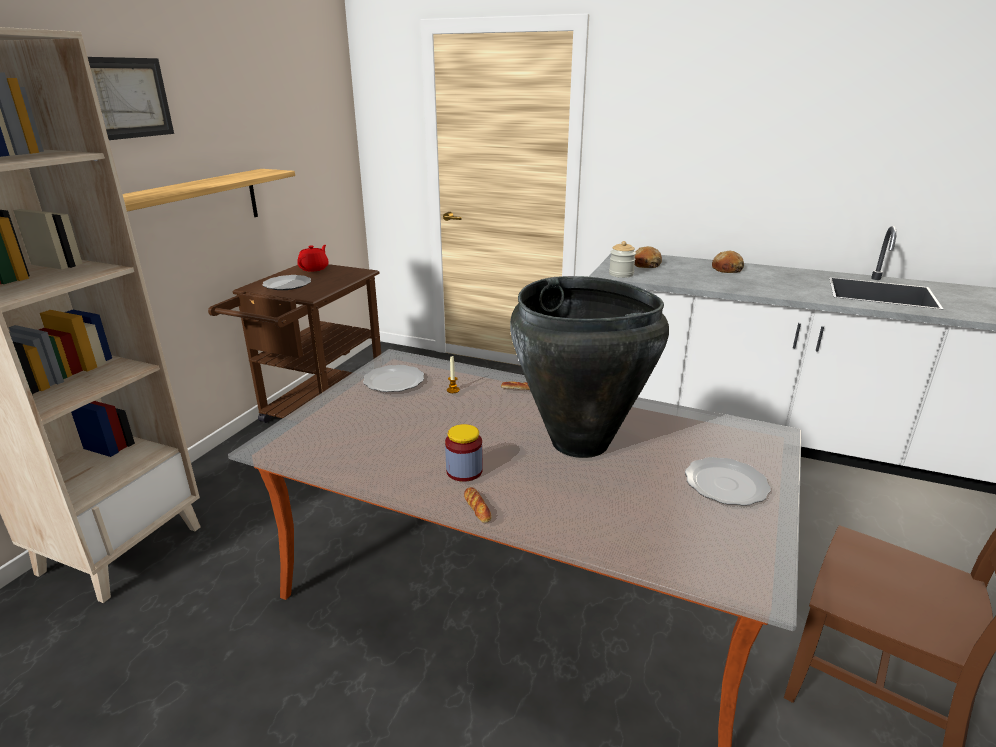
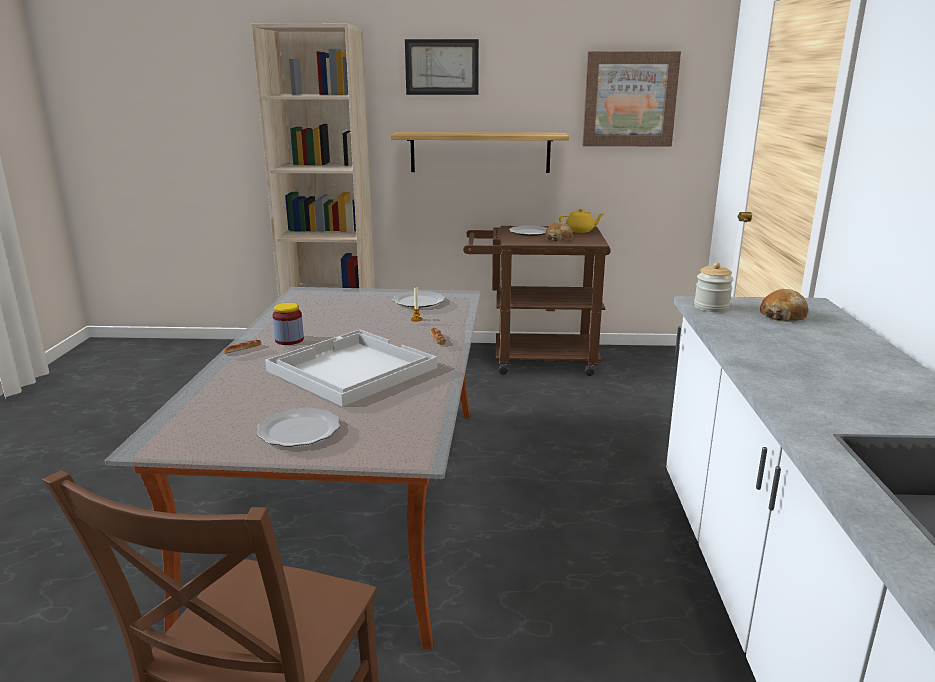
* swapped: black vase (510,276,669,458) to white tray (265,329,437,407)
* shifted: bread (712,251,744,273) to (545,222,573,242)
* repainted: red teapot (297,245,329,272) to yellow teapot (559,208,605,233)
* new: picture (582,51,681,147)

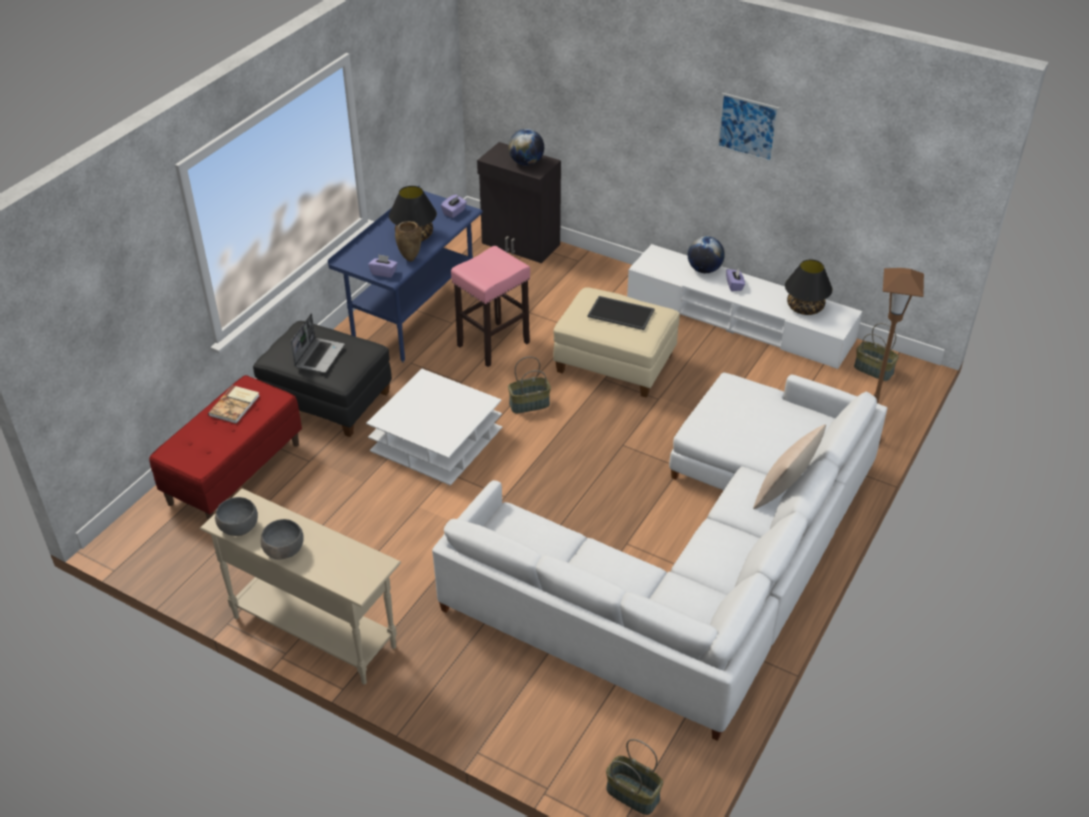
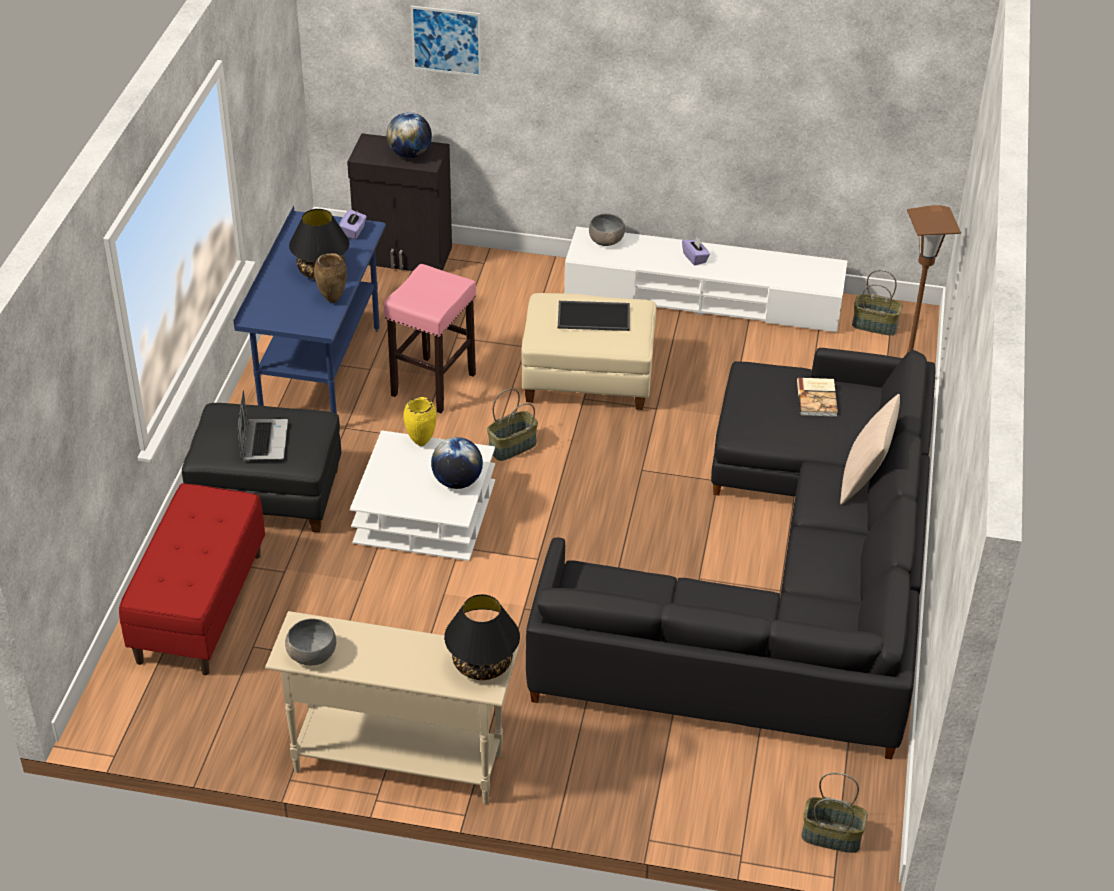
* new: yellow vase (403,397,437,446)
* shifted: picture (717,93,780,163) to (410,6,481,77)
* shifted: globe (688,236,725,273) to (431,437,483,489)
* shifted: black table lamp (785,260,833,315) to (444,594,520,680)
* repainted: white sofa (432,372,887,741) to black sofa (526,348,935,760)
* shifted: grey bowl (261,519,304,560) to (589,214,625,246)
* shifted: book (208,385,259,424) to (797,378,838,417)
* gone: purple tissue box (368,254,398,278)

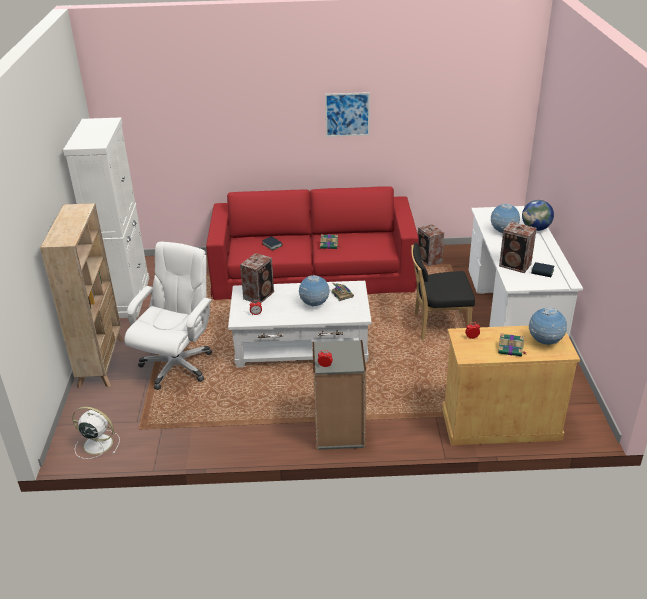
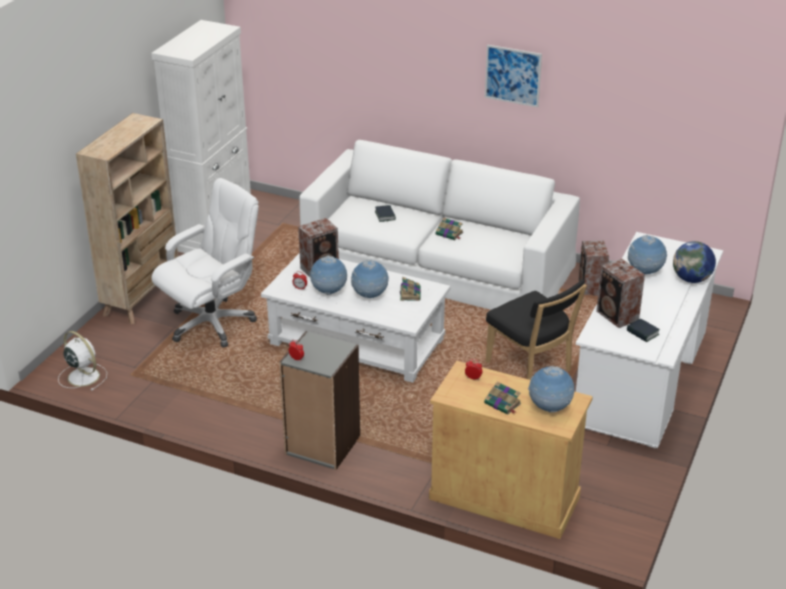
* repainted: red sofa (206,187,419,300) to white sofa (299,140,580,310)
* new: globe (310,256,347,295)
* rotated: black chair (411,242,475,340) = (486,279,587,380) 150 degrees counterclockwise

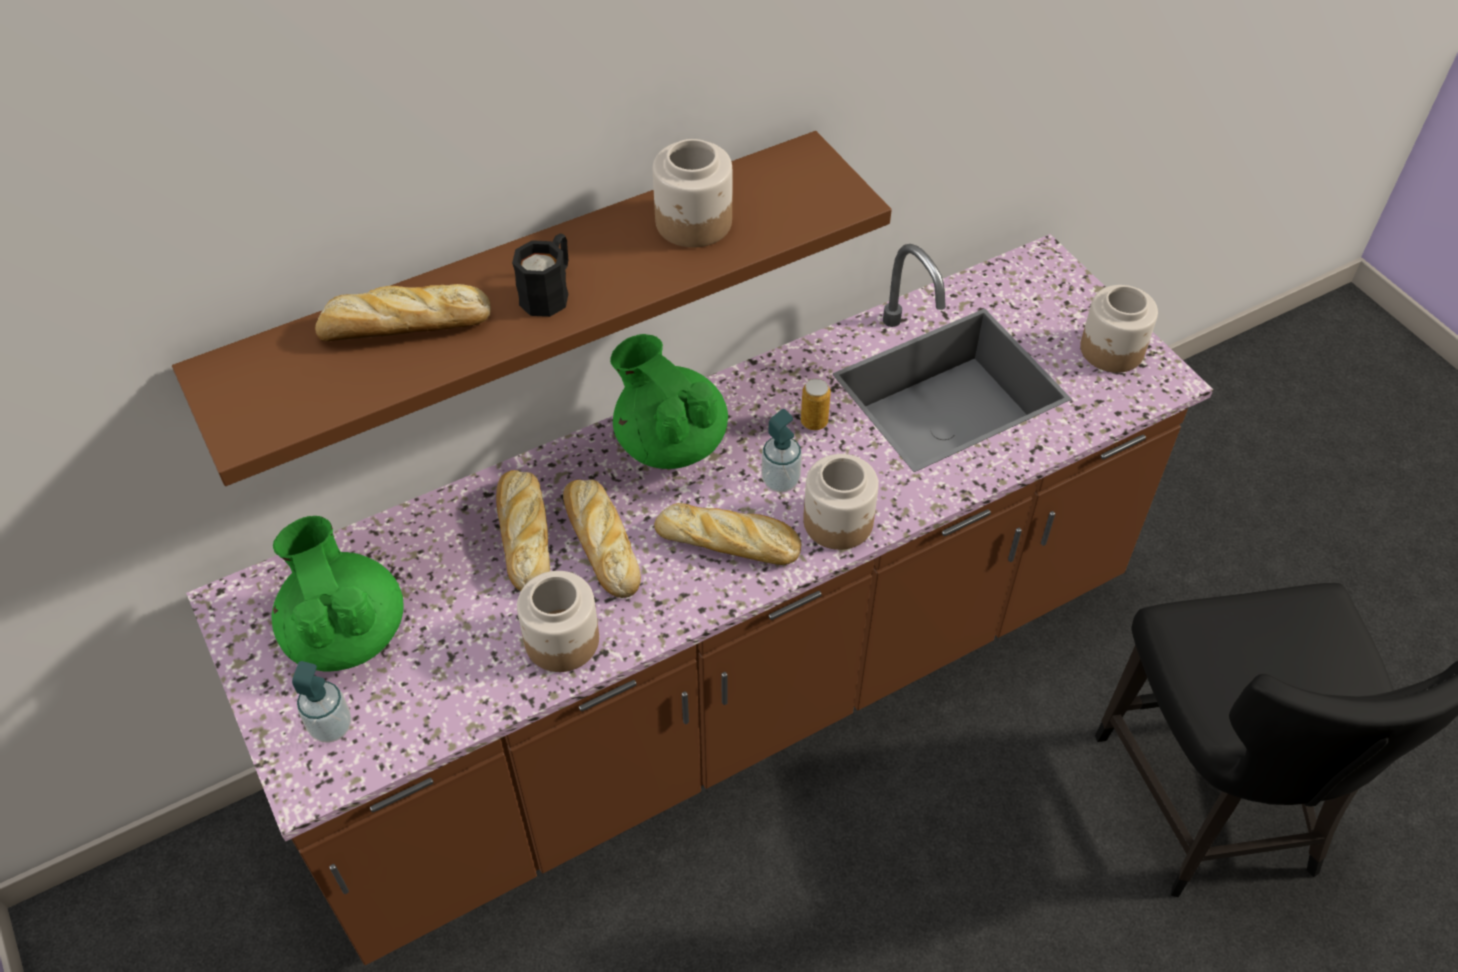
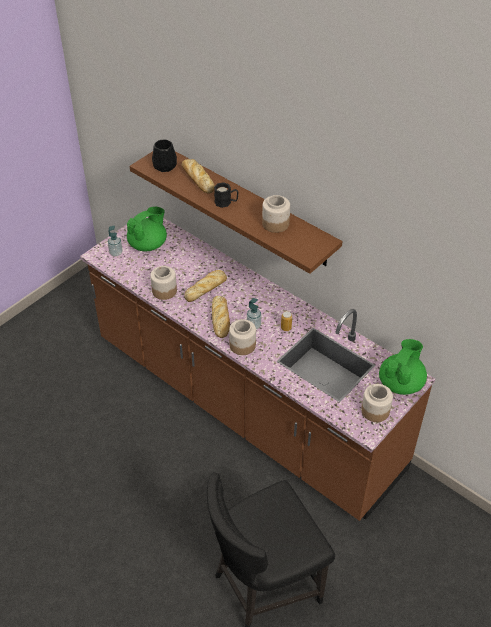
* new: black vase (152,140,177,172)
* shifted: green teapot (610,334,728,469) to (379,339,427,395)
* gone: bread (496,470,550,591)

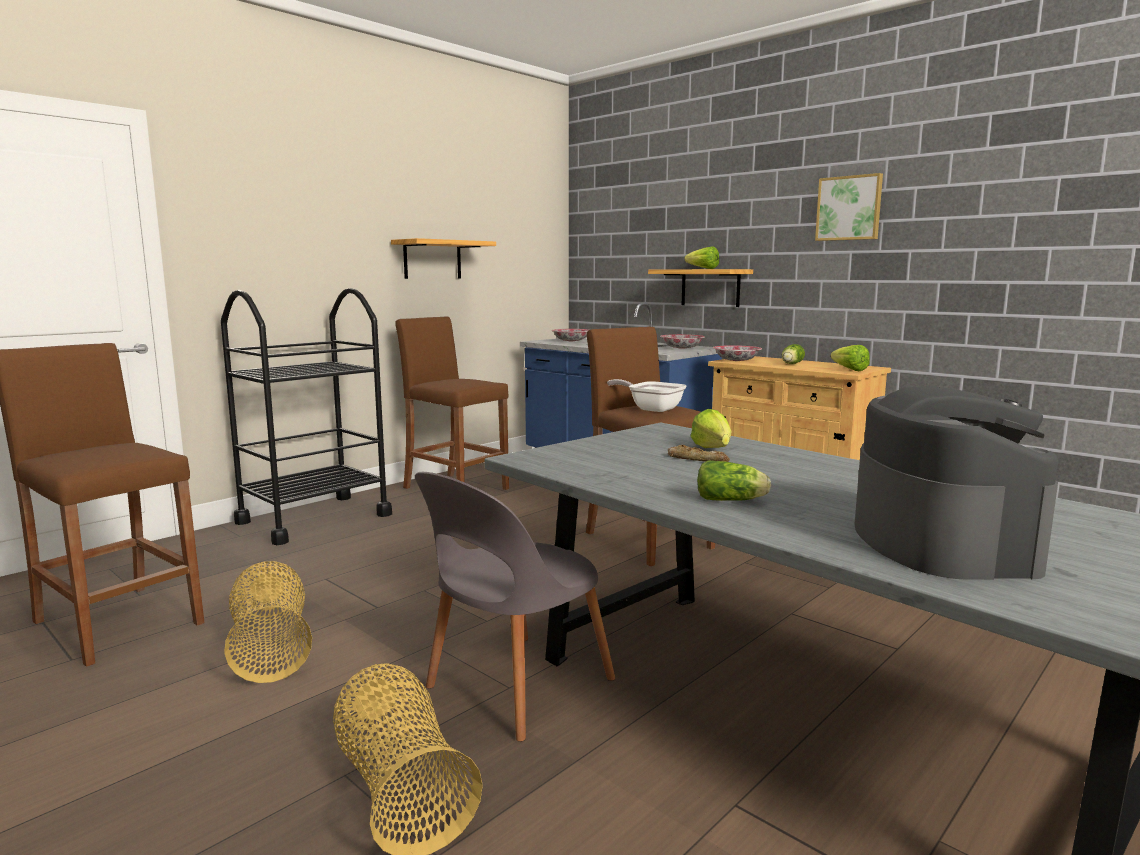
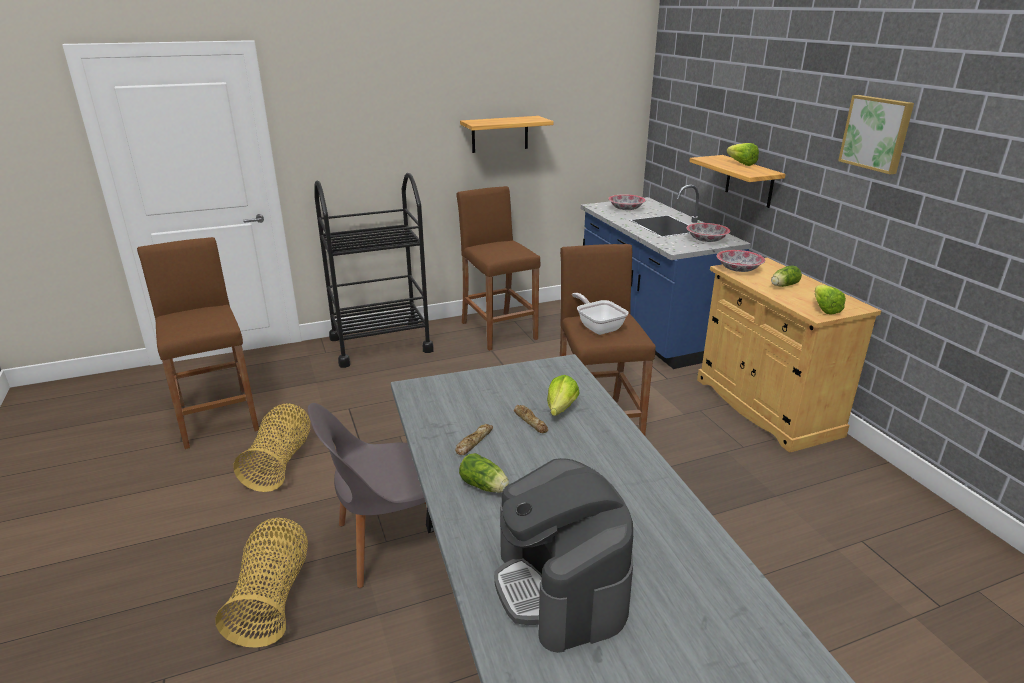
* new: bread (455,424,493,455)
* rotated: coffee machine (854,386,1058,580) = (494,458,633,653) 135 degrees clockwise

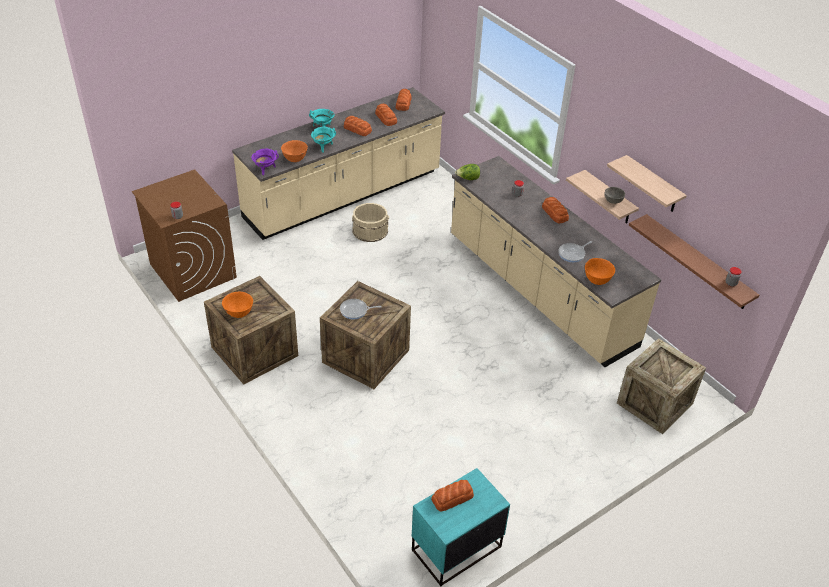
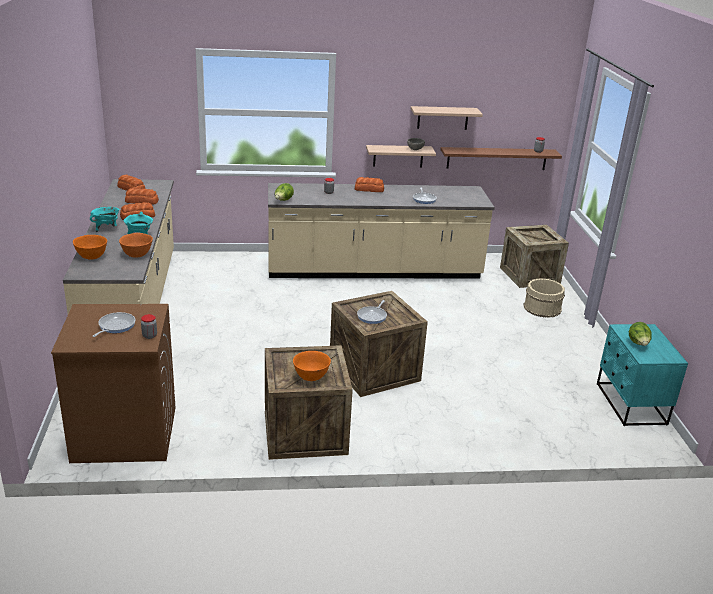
* shifted: orange bowl (585,258,615,285) to (73,235,107,260)
* new: frying pan (93,312,136,337)
* shifted: beige bucket (352,203,389,242) to (523,278,565,318)
* swapped: bread (431,479,474,511) to lettuce (629,322,652,346)
* gone: purple cooking pot (251,149,279,176)

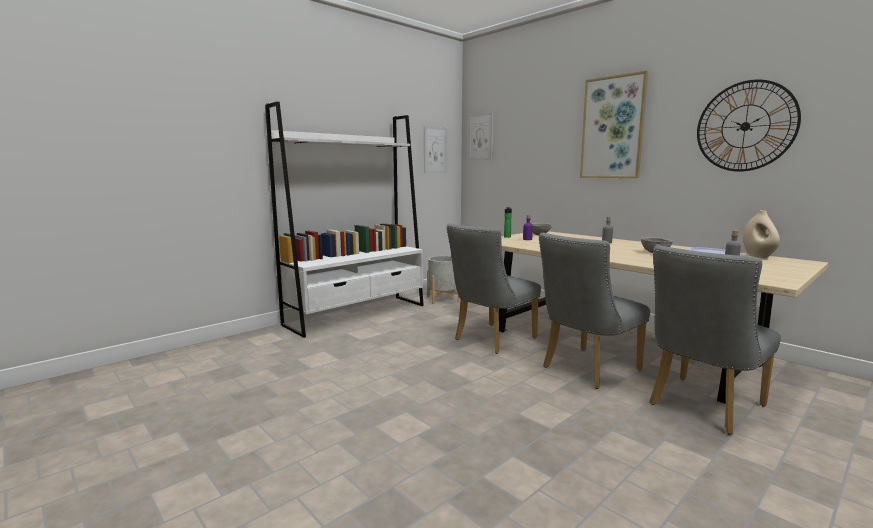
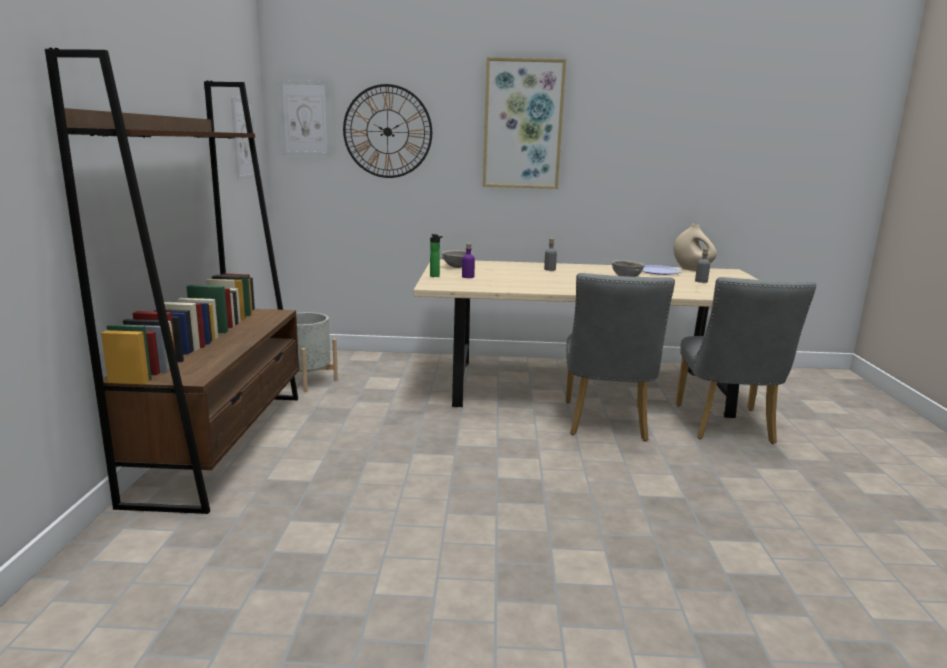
* repainted: white bookcase (265,102,424,338) to brown bookcase (45,48,299,514)
* shifted: wall clock (697,79,801,172) to (343,84,432,178)
* gone: grey chair (447,224,541,354)

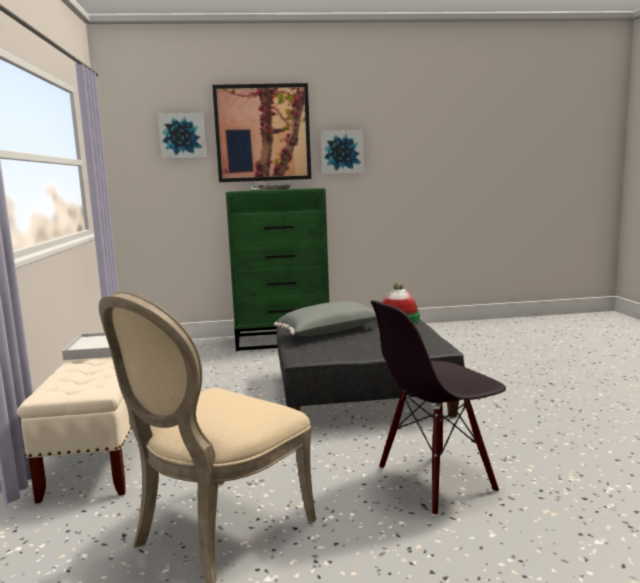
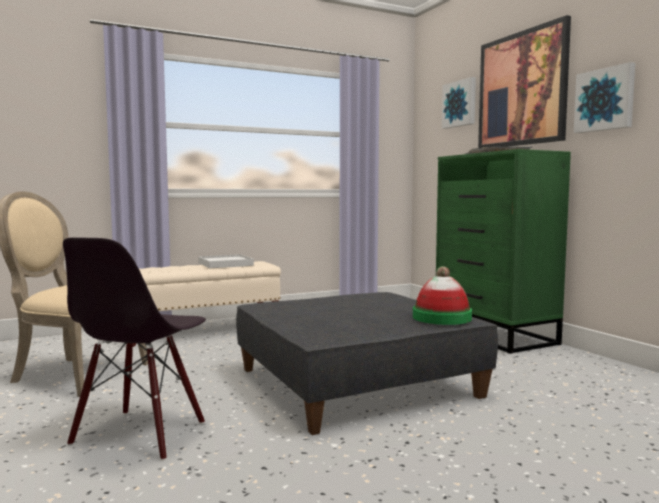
* rotated: black chair (371,300,506,516) = (63,237,206,461) 120 degrees counterclockwise
* gone: grey pillow (274,301,377,336)

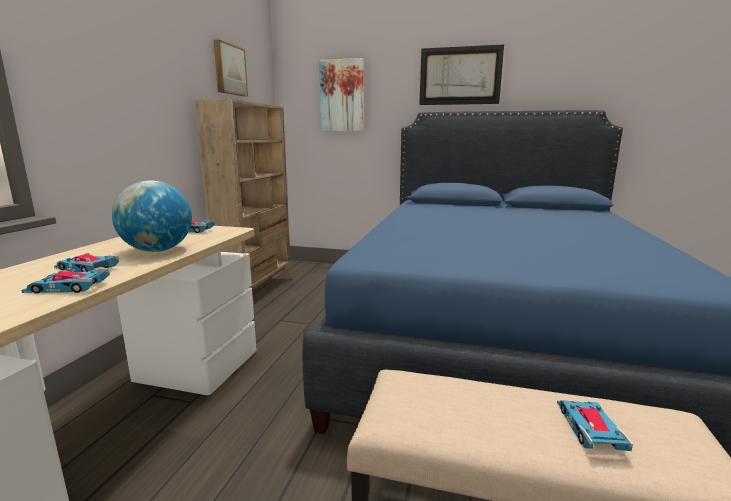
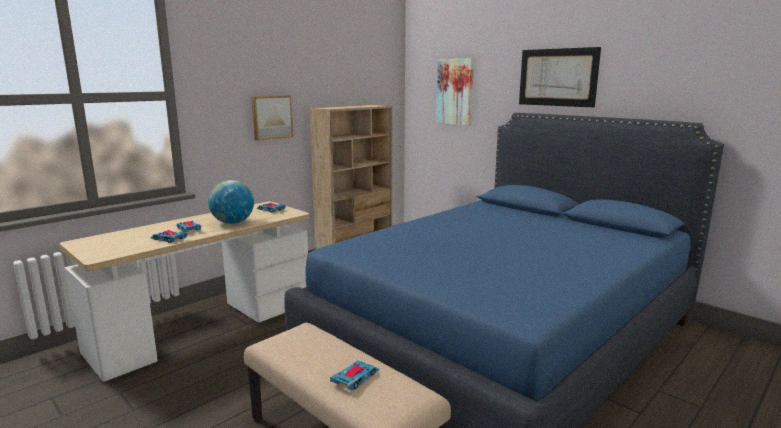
* shifted: picture (214,39,248,96) to (251,96,293,141)

